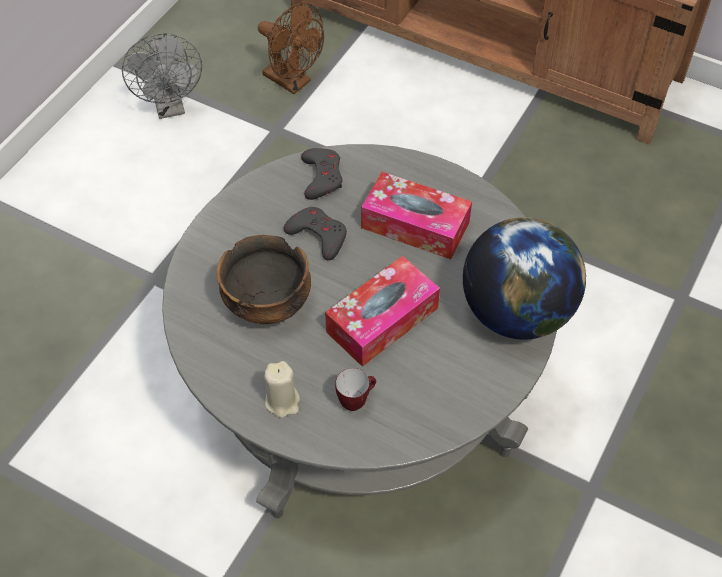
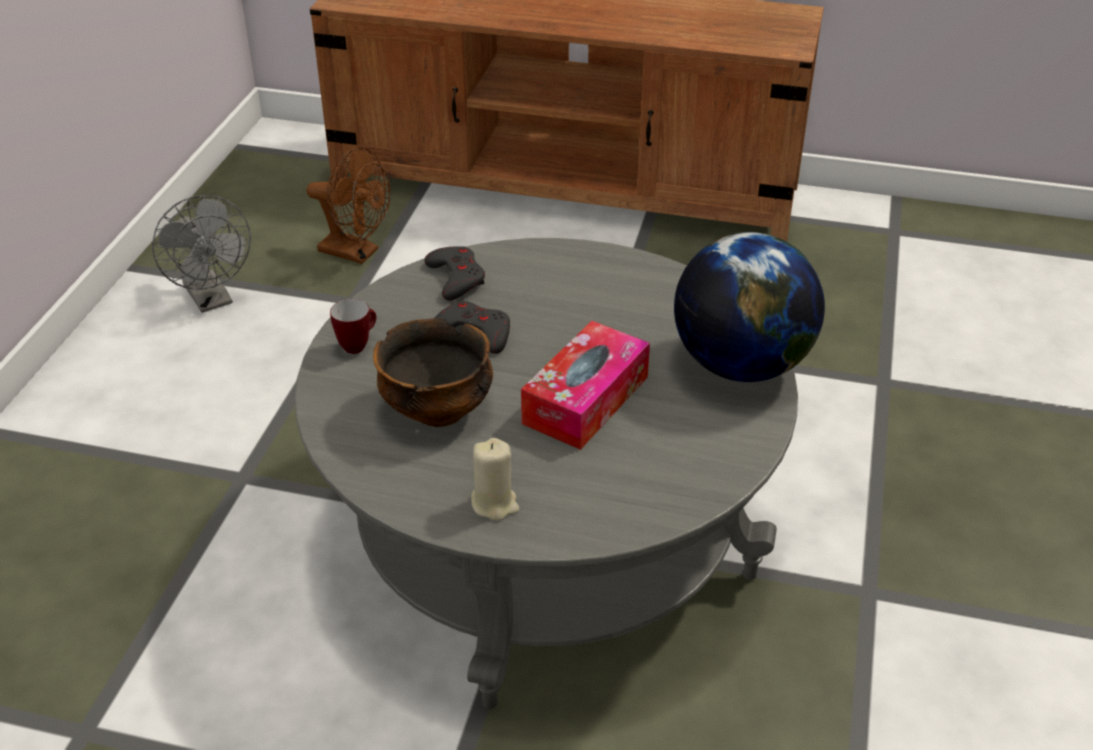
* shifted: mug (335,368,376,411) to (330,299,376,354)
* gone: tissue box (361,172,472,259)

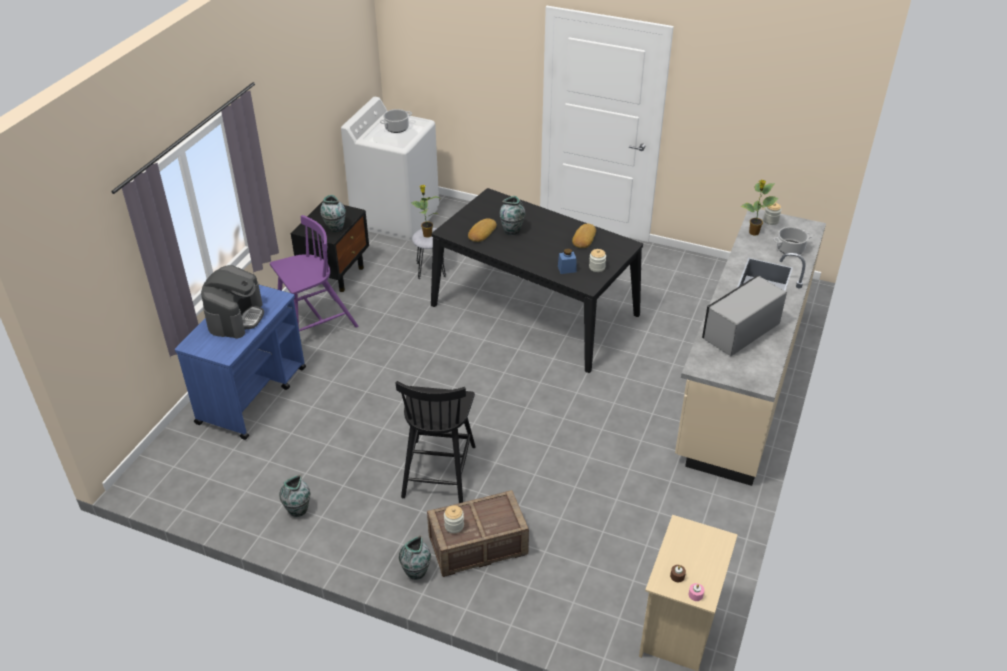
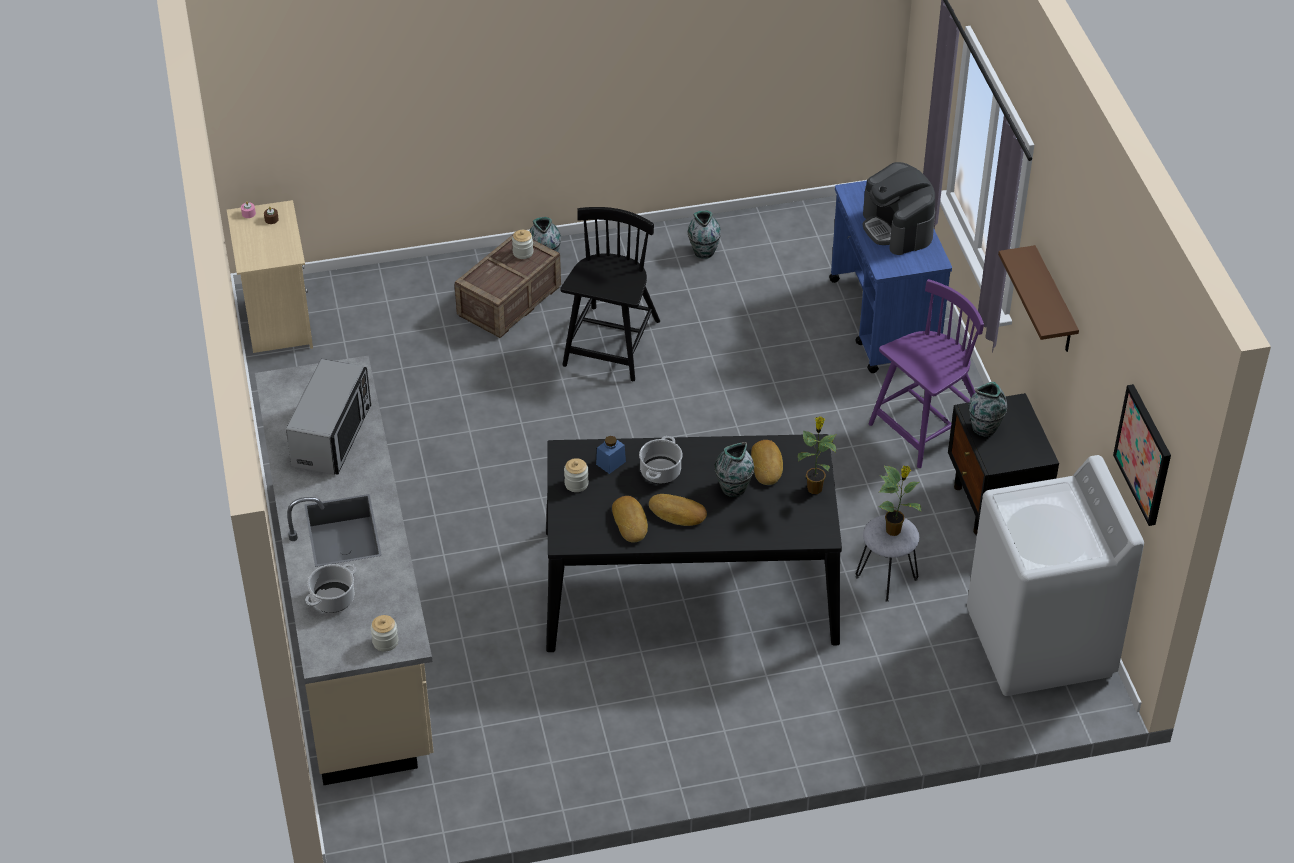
* rotated: black chair (396,381,476,503) = (560,207,660,381) 45 degrees clockwise
* shifted: cooking pot (380,109,412,133) to (639,436,683,484)
* new: bread (649,494,707,526)
* shifted: potted plant (740,180,778,236) to (798,416,836,494)
* rotated: purple chair (270,215,358,331) = (868,279,984,468) 150 degrees counterclockwise
* new: brown shelf (998,245,1079,352)
* new: picture (1113,384,1171,526)

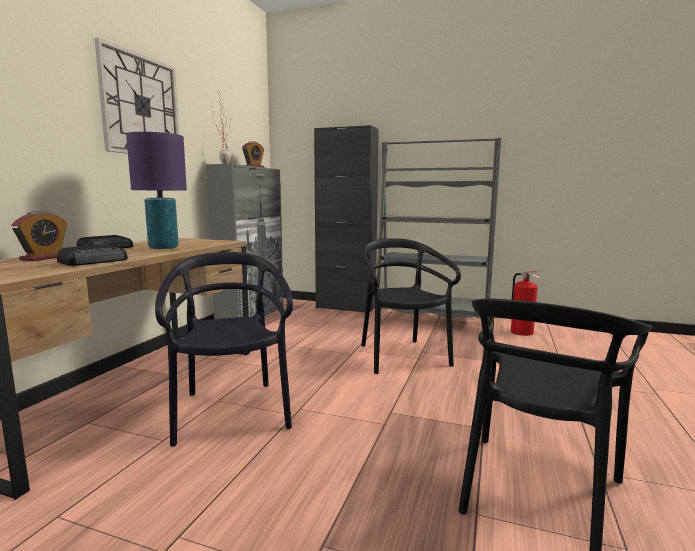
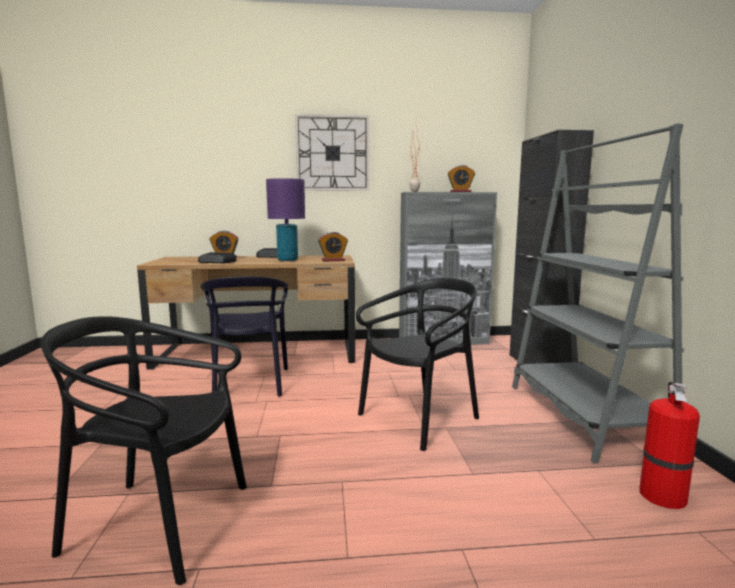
* rotated: black chair (155,252,293,447) = (201,276,288,397) 120 degrees clockwise
* new: alarm clock (318,232,348,261)

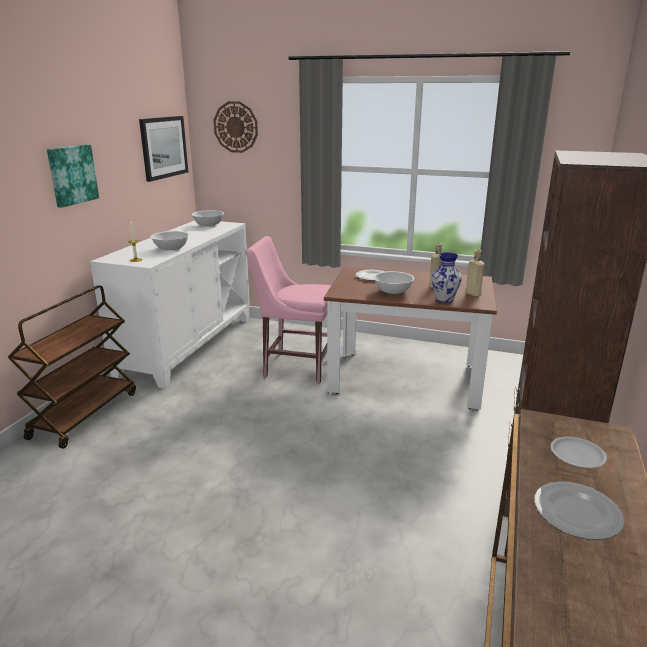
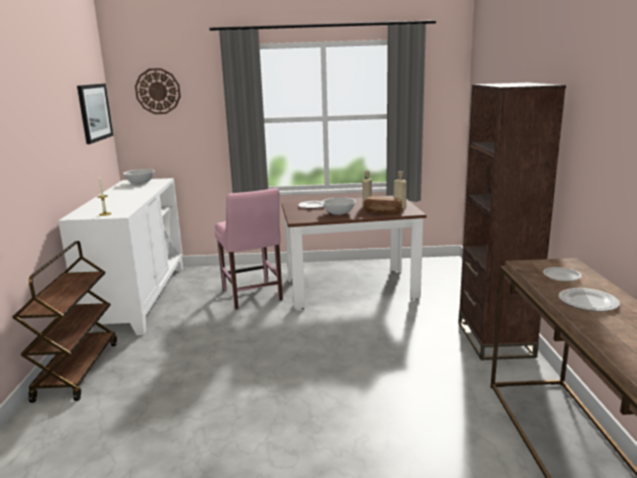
* rotated: pink chair (246,236,332,383) = (215,188,283,310) 105 degrees counterclockwise
* swapped: vase (432,252,462,303) to bread (364,197,402,214)
* gone: picture (47,144,99,208)
* gone: white bowl (151,231,189,250)

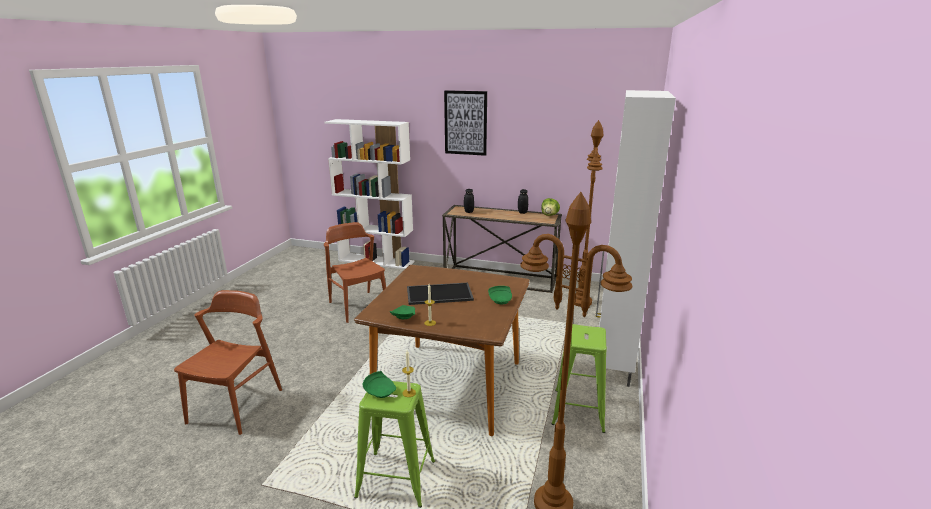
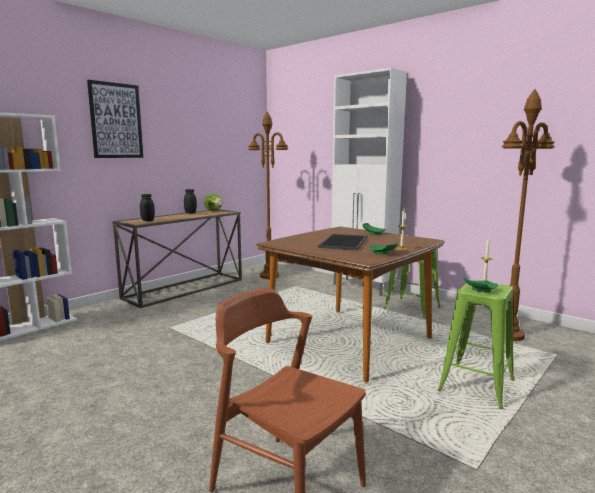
* gone: brown chair (324,222,386,323)

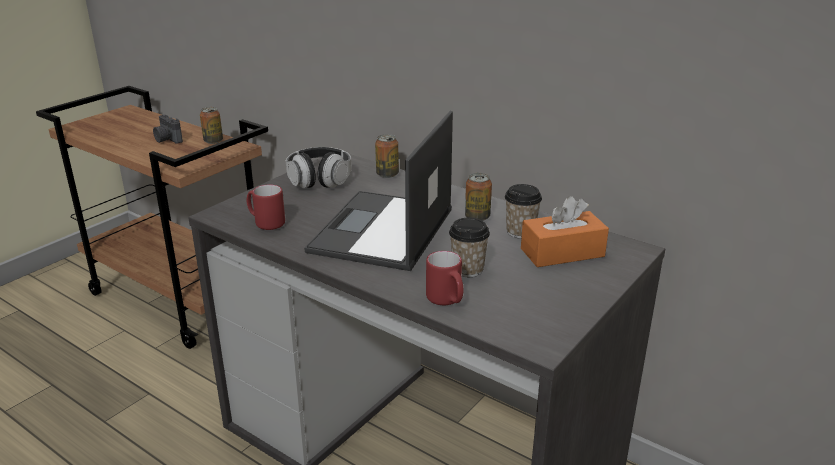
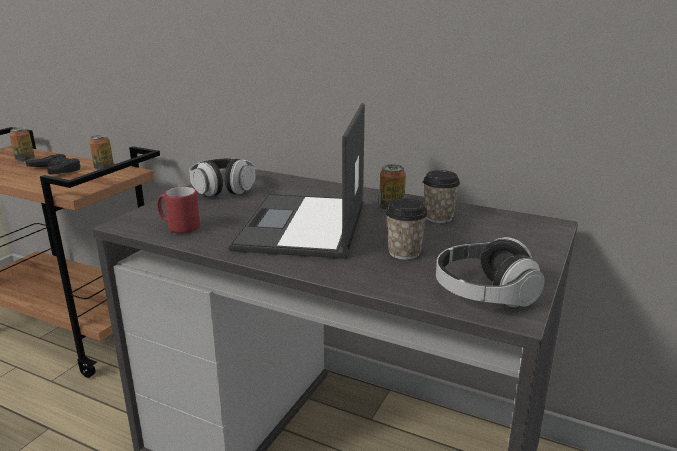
* shifted: can (375,134,399,178) to (9,127,35,162)
* swapped: photo camera (153,115,183,144) to black game controller (26,154,80,175)
* new: headphones (436,237,545,307)
* gone: red mug (426,251,463,306)
* gone: orange tissue box (521,196,609,267)

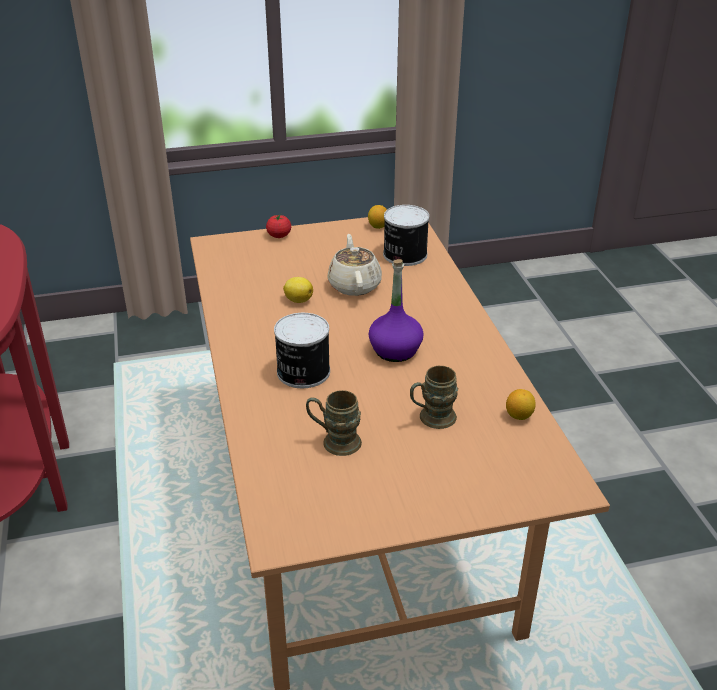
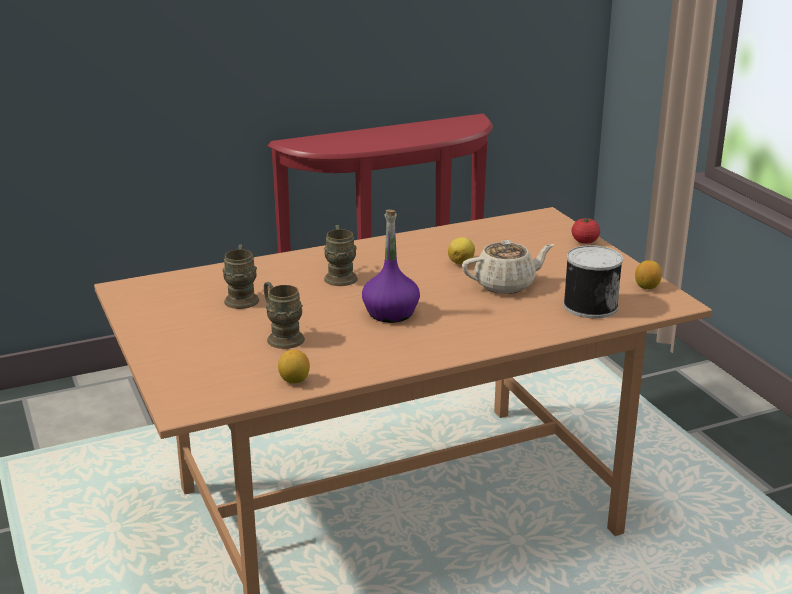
* swapped: can (274,313,330,388) to brown mug (324,225,358,286)

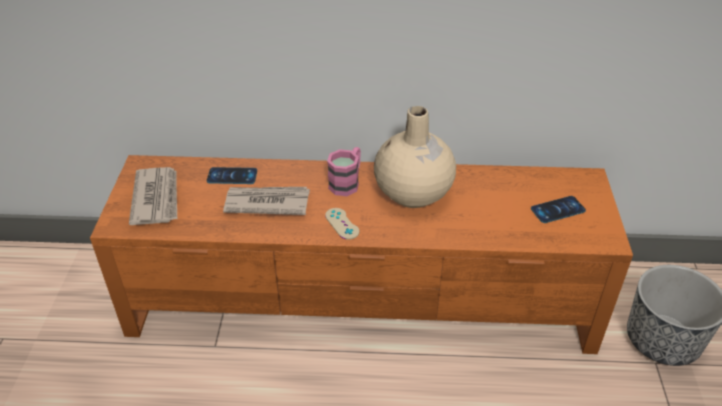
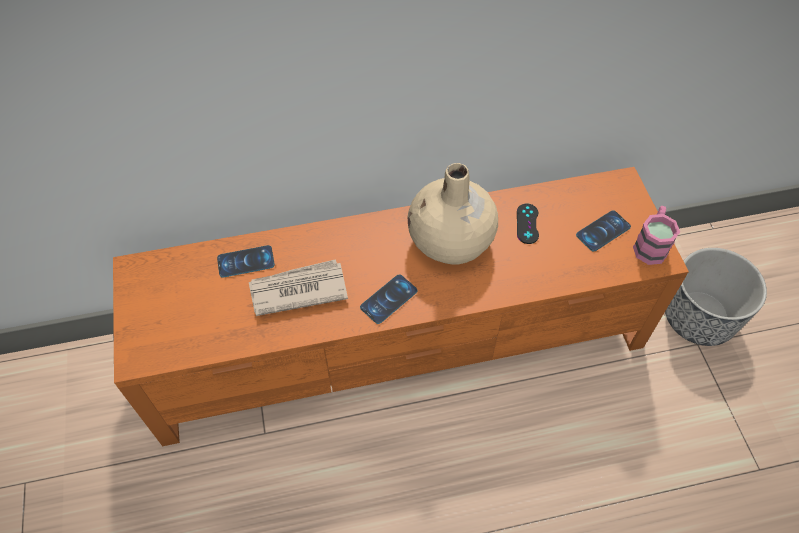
* swapped: beige game controller (325,208,359,240) to phone (360,274,417,324)
* new: black game controller (517,203,539,244)
* shifted: pink mug (327,147,361,196) to (633,206,680,265)
* gone: newspaper (129,167,177,225)

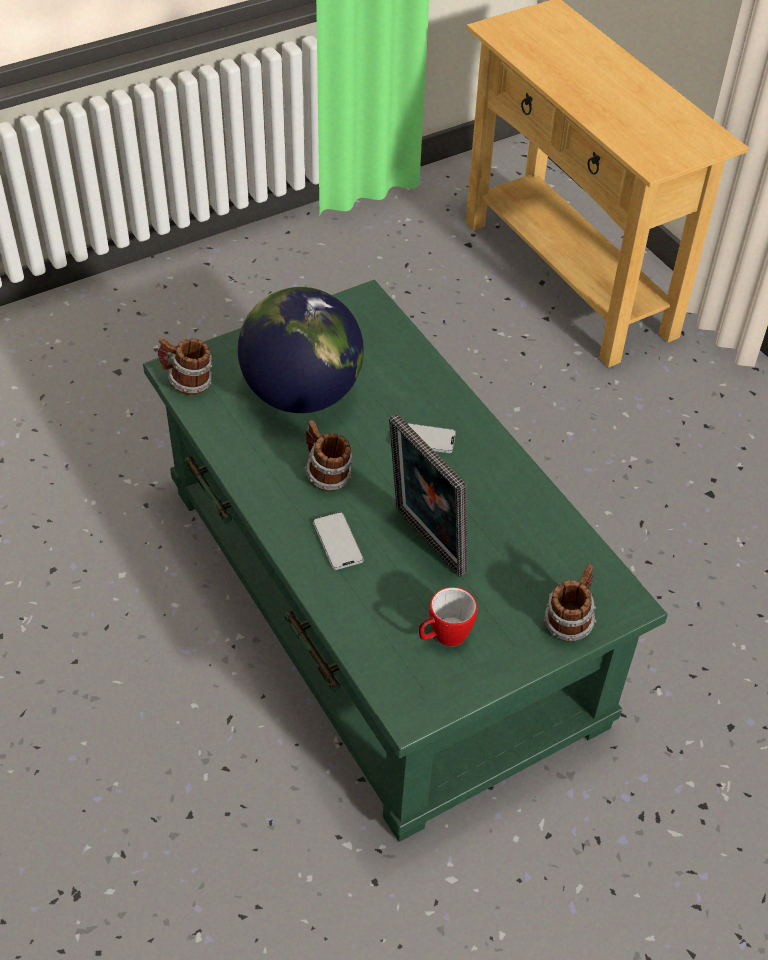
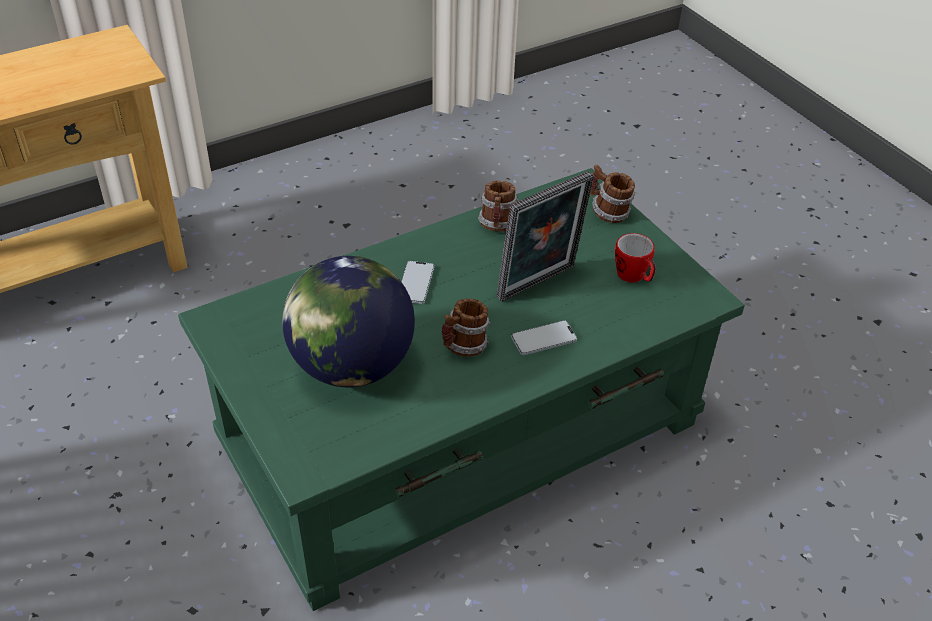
* shifted: mug (158,338,212,395) to (478,181,518,232)

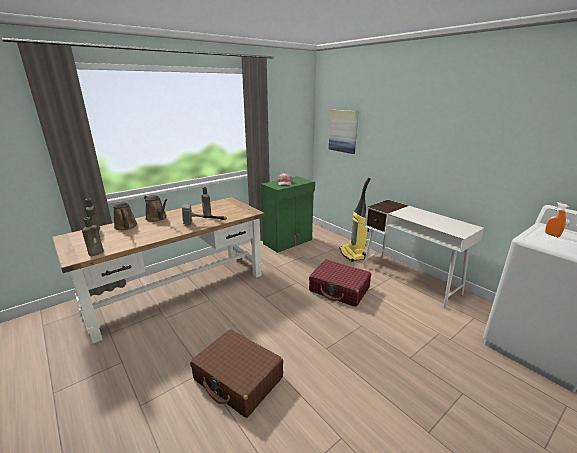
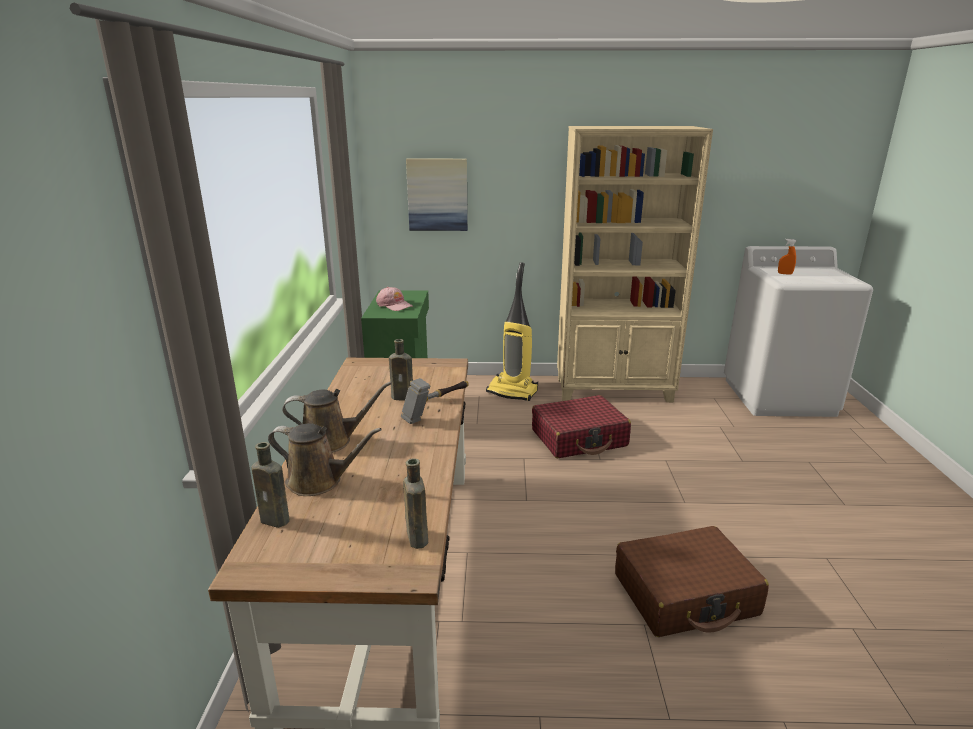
* swapped: white desk (363,200,484,309) to beige bookcase (557,126,713,402)

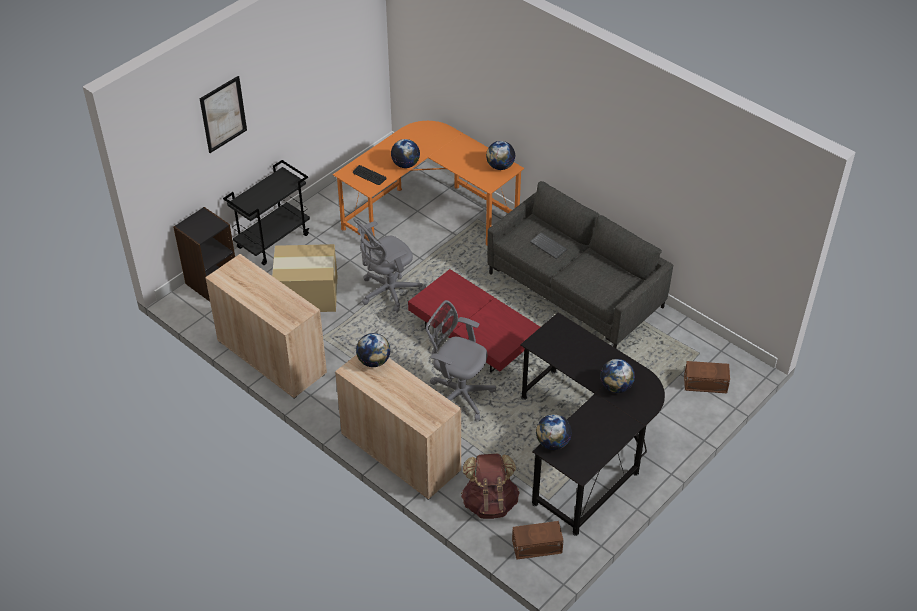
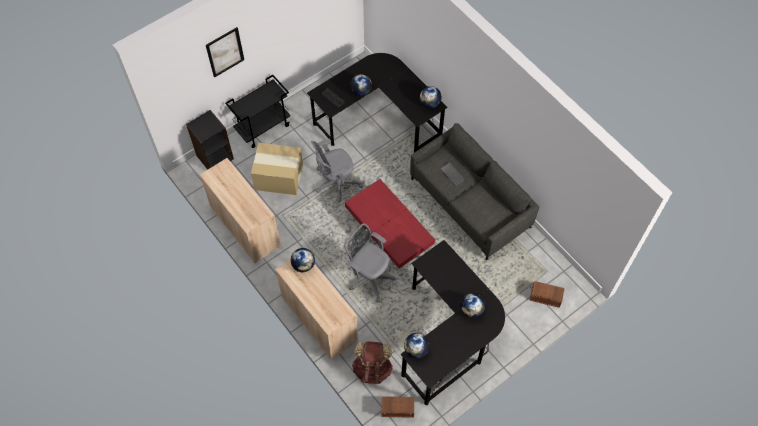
* repainted: orange desk (333,121,524,246) to black desk (307,53,448,152)

